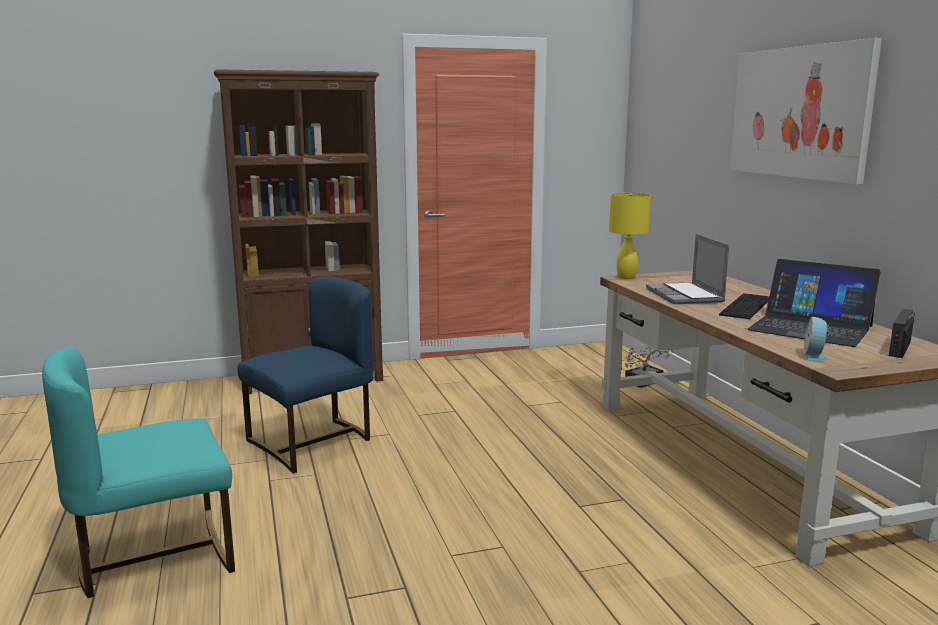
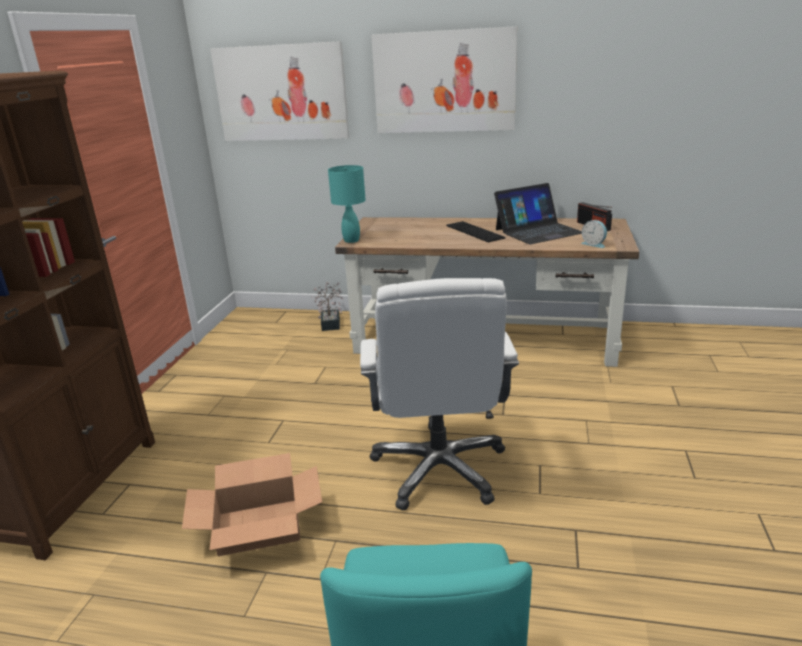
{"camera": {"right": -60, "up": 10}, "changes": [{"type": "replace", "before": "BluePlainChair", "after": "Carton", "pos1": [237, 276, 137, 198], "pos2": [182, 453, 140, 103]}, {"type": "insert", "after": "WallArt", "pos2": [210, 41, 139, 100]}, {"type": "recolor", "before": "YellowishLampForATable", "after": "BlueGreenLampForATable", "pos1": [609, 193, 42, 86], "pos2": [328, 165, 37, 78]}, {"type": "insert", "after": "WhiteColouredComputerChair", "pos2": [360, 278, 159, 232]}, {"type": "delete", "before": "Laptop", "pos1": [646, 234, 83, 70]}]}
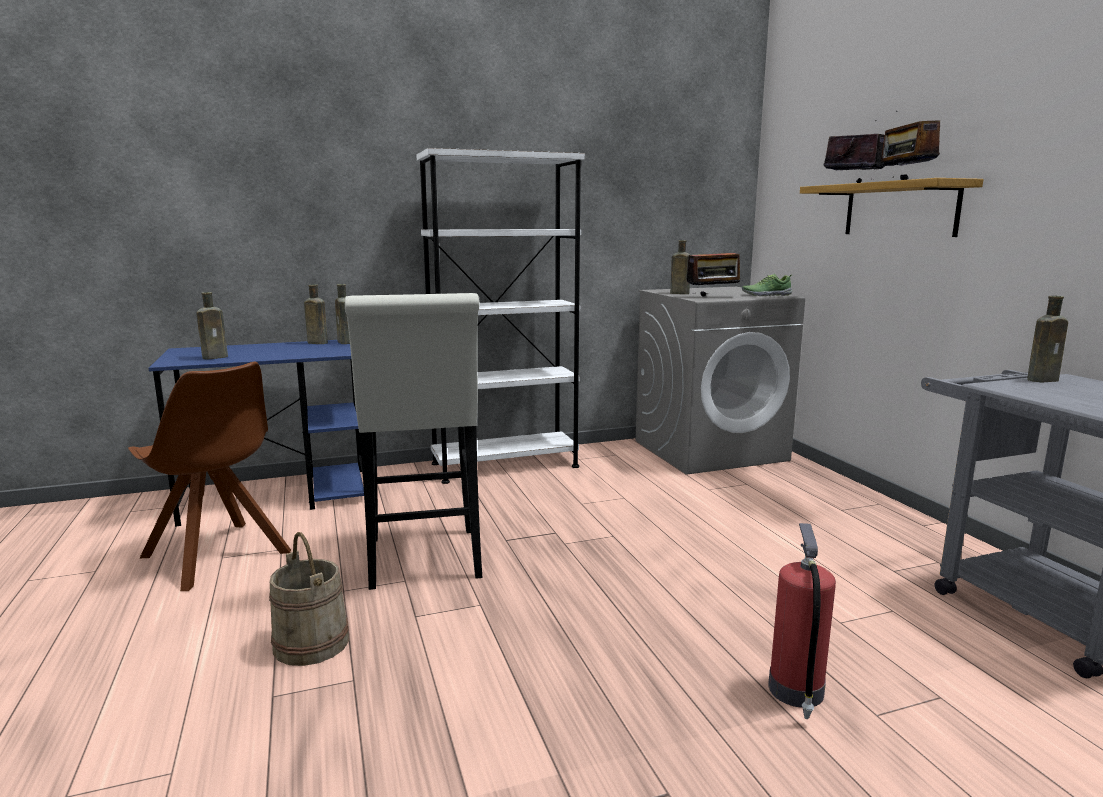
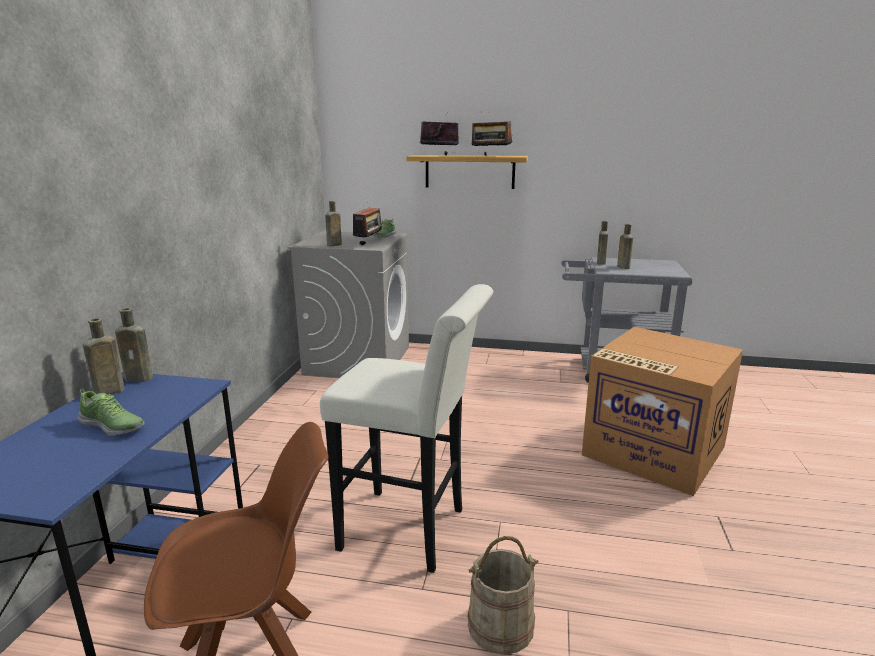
{"camera": {"right": -60, "up": 5}, "changes": [{"type": "insert", "after": "ItemOfFootwear", "pos2": [78, 389, 66, 47]}, {"type": "replace", "before": "Extinguisher", "after": "Carton", "pos1": [768, 523, 68, 196], "pos2": [582, 327, 161, 169]}, {"type": "move", "before": "BrownColouredBottle", "pos1": [196, 292, 32, 67], "pos2": [617, 224, 16, 45]}, {"type": "delete", "before": "WhiteColouredBookcase", "pos1": [416, 148, 169, 336]}]}
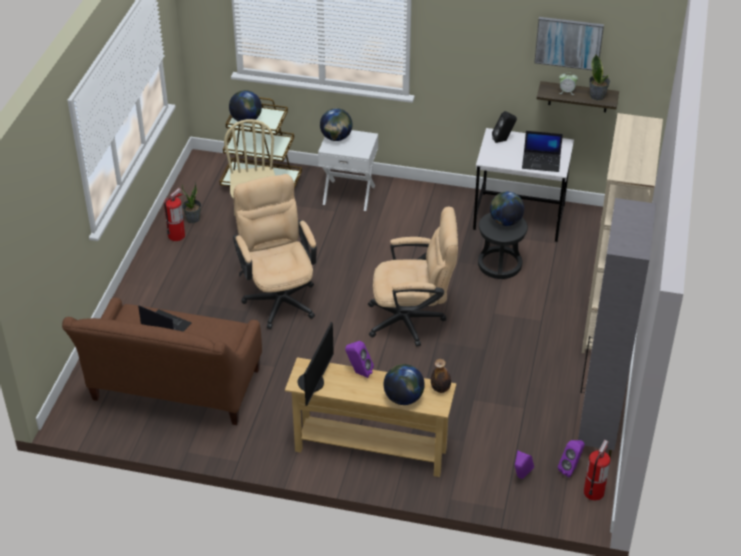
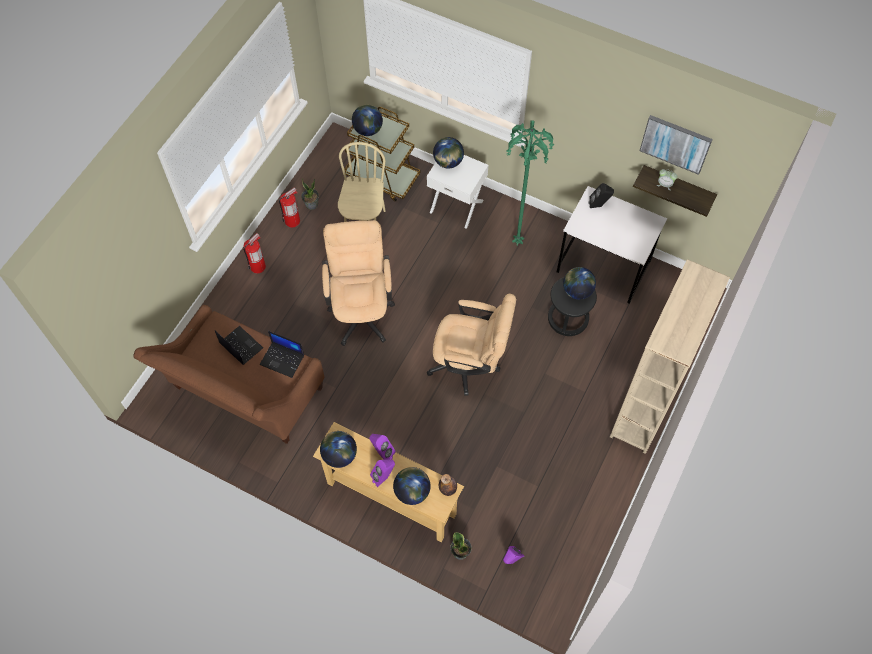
{"camera": {"right": 15, "up": 20}, "changes": [{"type": "move", "before": "Extinguisher", "pos1": [584, 440, 26, 60], "pos2": [243, 233, 23, 40]}, {"type": "move", "before": "Laptop", "pos1": [522, 131, 41, 41], "pos2": [260, 331, 44, 47]}, {"type": "replace", "before": "ComputerDisplay", "after": "DeskGlobe", "pos1": [298, 322, 36, 84], "pos2": [320, 431, 37, 37]}, {"type": "move", "before": "PurpleColouredLoudspeaker", "pos1": [558, 440, 27, 37], "pos2": [370, 459, 25, 28]}, {"type": "move", "before": "Houseplant", "pos1": [589, 55, 21, 45], "pos2": [450, 532, 22, 28]}, {"type": "insert", "after": "GreenColouredFloorLamp", "pos2": [506, 120, 48, 125]}, {"type": "delete", "before": "GreyStorageCabinet", "pos1": [578, 198, 78, 260]}]}
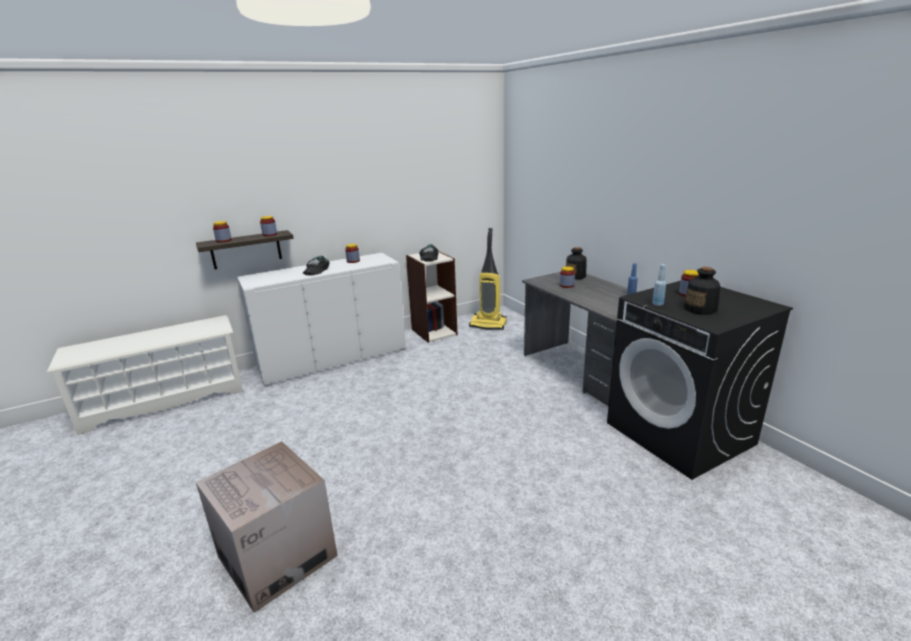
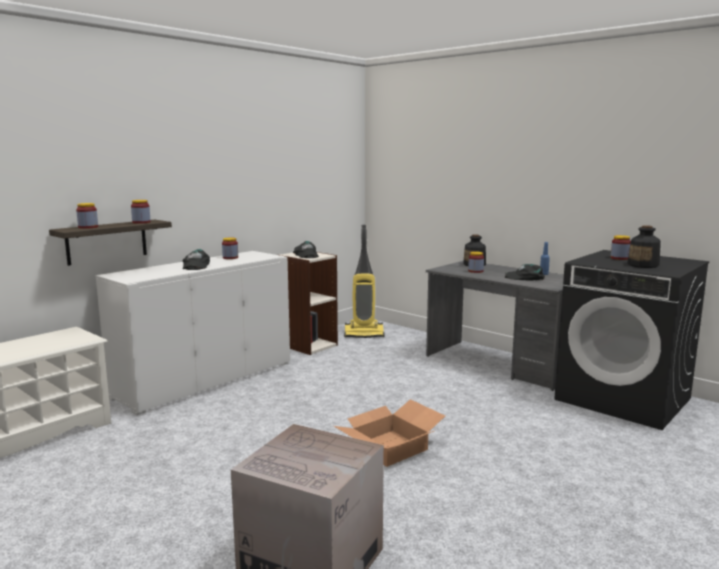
{"camera": {"right": -20, "up": -10}, "changes": [{"type": "insert", "after": "Carton", "pos2": [334, 399, 111, 68]}, {"type": "insert", "after": "BlackCap", "pos2": [505, 264, 40, 17]}, {"type": "delete", "before": "BlueBottle", "pos1": [652, 264, 14, 42]}]}
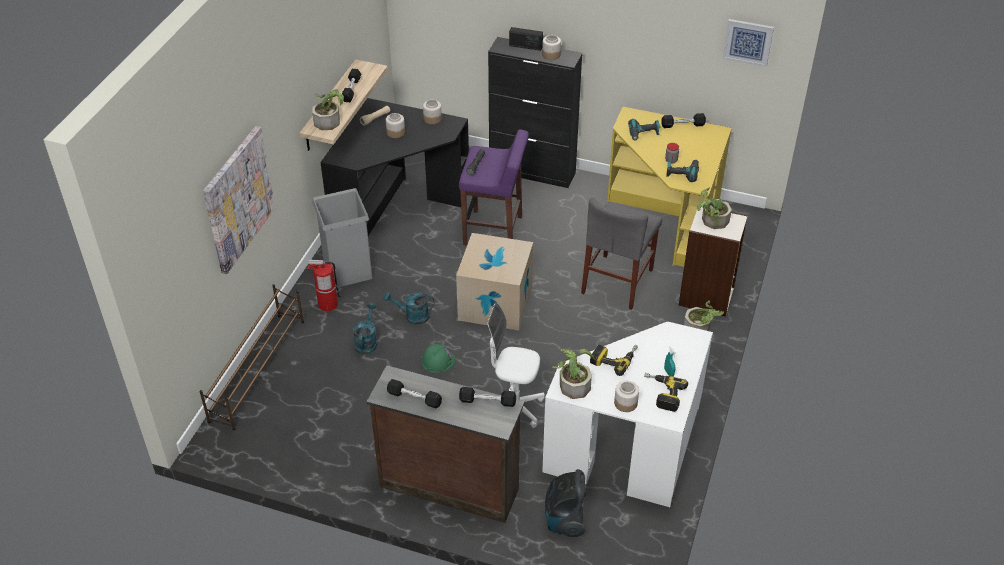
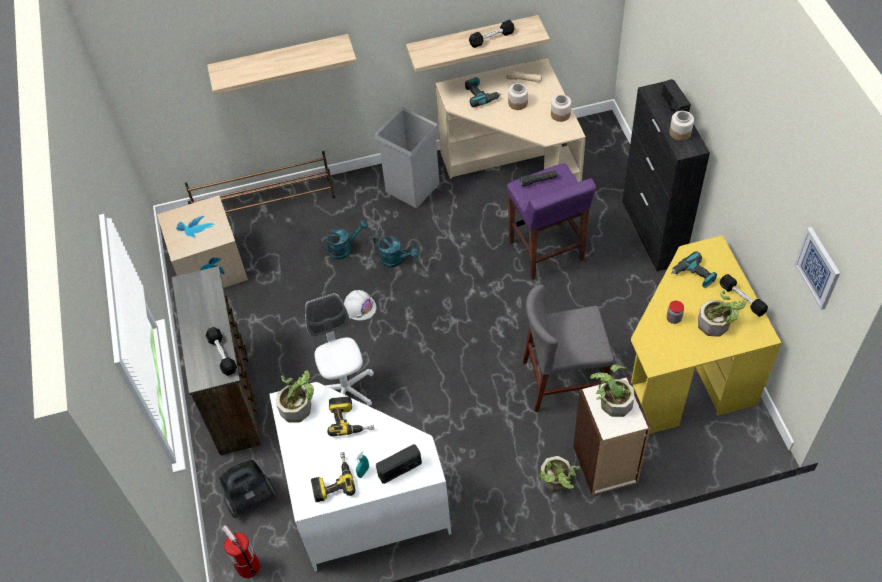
{"camera": {"right": 60, "up": 10}, "changes": [{"type": "move", "before": "Carton", "pos1": [456, 233, 77, 98], "pos2": [157, 195, 91, 93]}, {"type": "replace", "before": "WallArt", "after": "WallShelf", "pos1": [203, 126, 72, 148], "pos2": [207, 34, 150, 61]}, {"type": "move", "before": "Extinguisher", "pos1": [308, 260, 33, 51], "pos2": [222, 525, 38, 53]}, {"type": "recolor", "before": "GreenColouredSafetyHelmet", "after": "WhiteColouredSafetyHelmet", "pos1": [421, 344, 34, 29], "pos2": [344, 290, 32, 30]}, {"type": "rotate", "before": "BlueGreenSprinklingCan", "pos1": [384, 292, 50, 33], "pos2": [373, 235, 46, 32], "turn": 150}, {"type": "insert", "after": "Radio", "pos2": [376, 444, 46, 40]}, {"type": "recolor", "before": "BlackDeskTable", "after": "BeigeDeskTable", "pos1": [320, 98, 149, 138], "pos2": [435, 58, 151, 124]}, {"type": "move", "before": "PowerDrill", "pos1": [666, 160, 33, 22], "pos2": [465, 77, 36, 30]}, {"type": "move", "before": "Houseplant", "pos1": [312, 89, 32, 41], "pos2": [698, 289, 48, 48]}, {"type": "delete", "before": "BlackFreeWeight", "pos1": [387, 379, 55, 29]}, {"type": "delete", "before": "StorageJar", "pos1": [614, 381, 25, 31]}]}
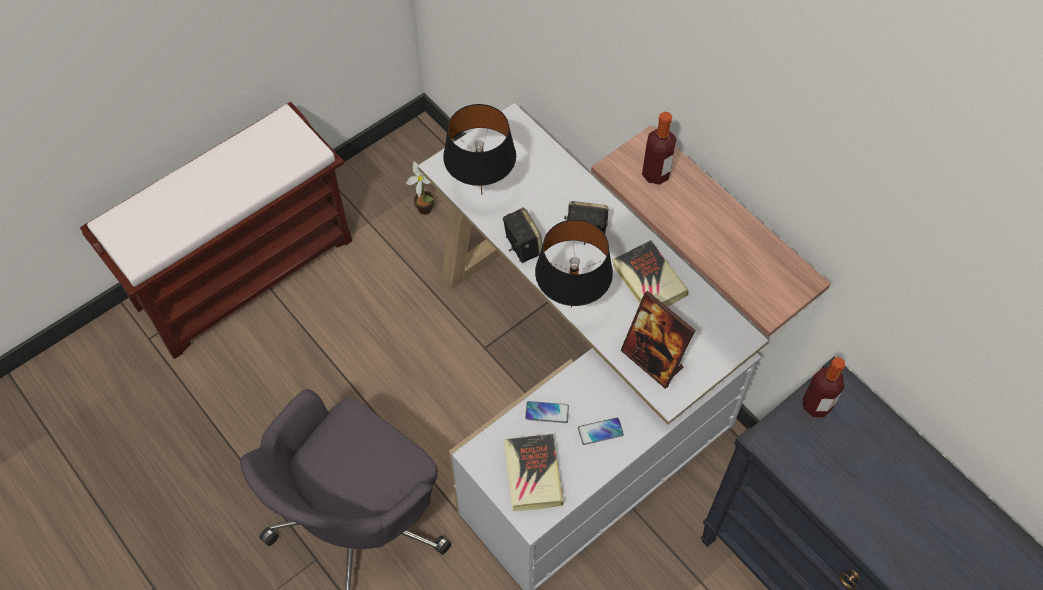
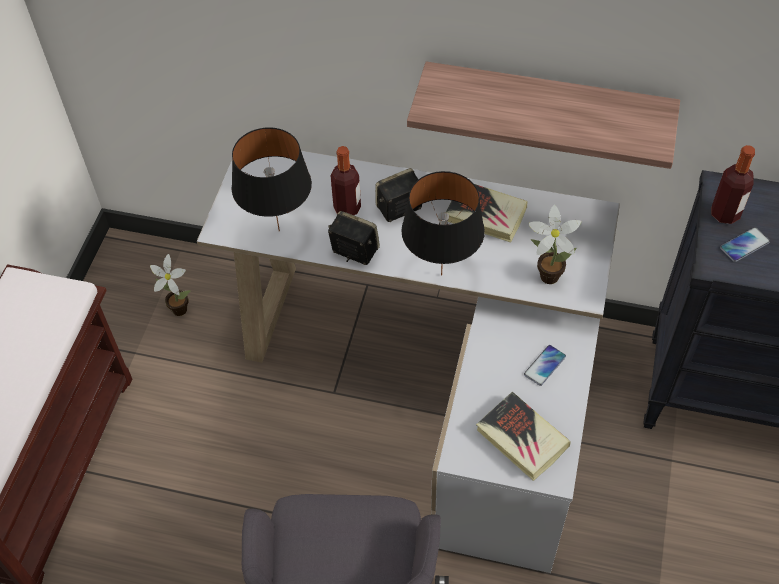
{"camera": {"right": -35, "up": -5}, "changes": [{"type": "move", "before": "Bottle", "pos1": [642, 112, 34, 73], "pos2": [331, 146, 30, 69]}, {"type": "replace", "before": "StandingFrame", "after": "Houseplant", "pos1": [620, 291, 75, 98], "pos2": [528, 204, 54, 80]}, {"type": "move", "before": "Phone", "pos1": [525, 401, 44, 22], "pos2": [720, 227, 50, 35]}]}
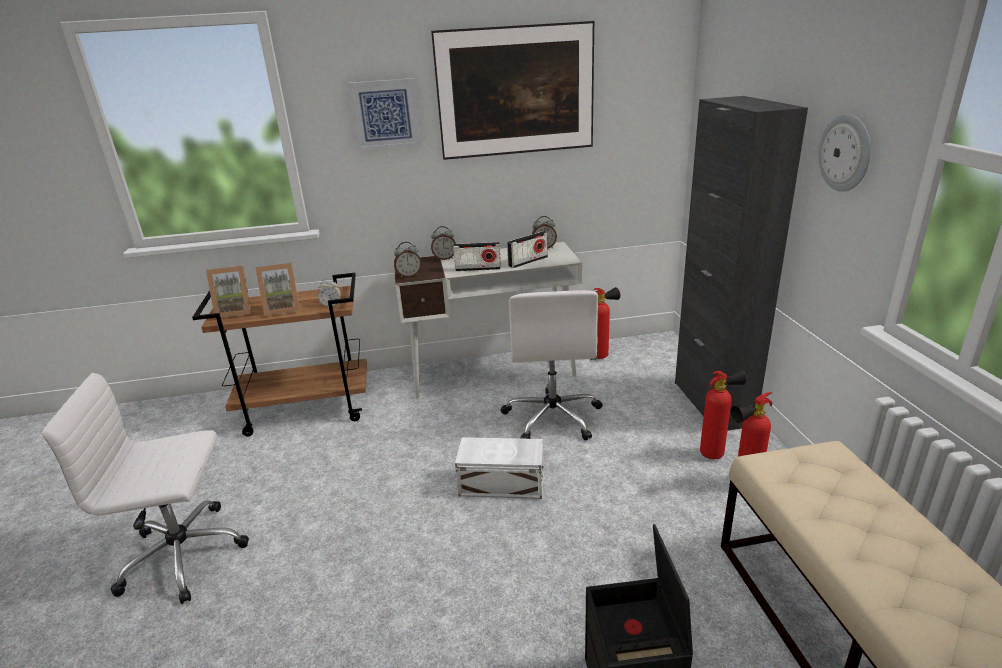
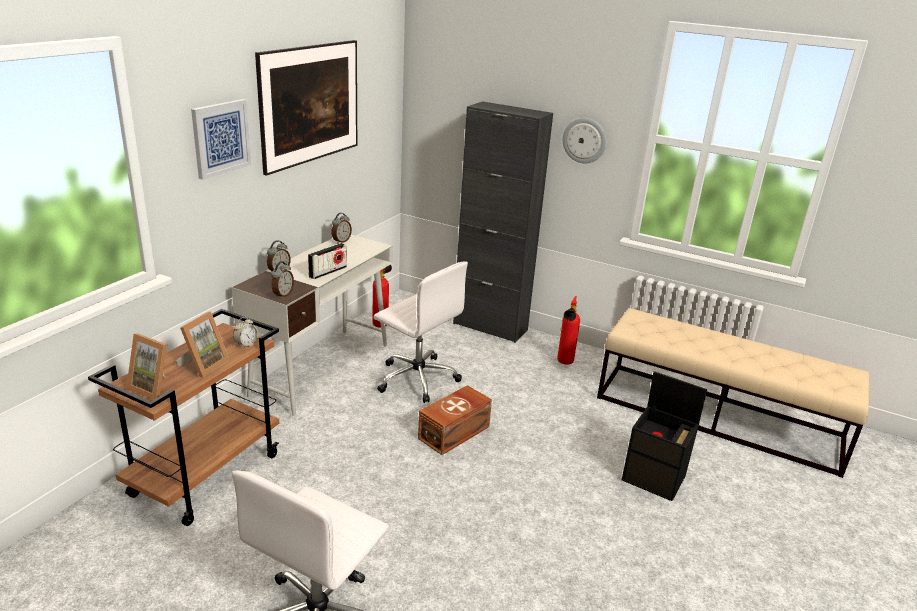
{"camera": {"right": -55, "up": 0}, "changes": [{"type": "rotate", "before": "StandingFrame", "pos1": [206, 266, 45, 52], "pos2": [126, 333, 41, 67], "turn": 90}, {"type": "recolor", "before": "WhiteColouredStorageBox", "after": "BrownColouredStorageBox", "pos1": [455, 437, 89, 62], "pos2": [418, 385, 74, 70]}, {"type": "delete", "before": "Radio", "pos1": [507, 232, 41, 36]}, {"type": "delete", "before": "Extinguisher", "pos1": [700, 368, 47, 91]}]}
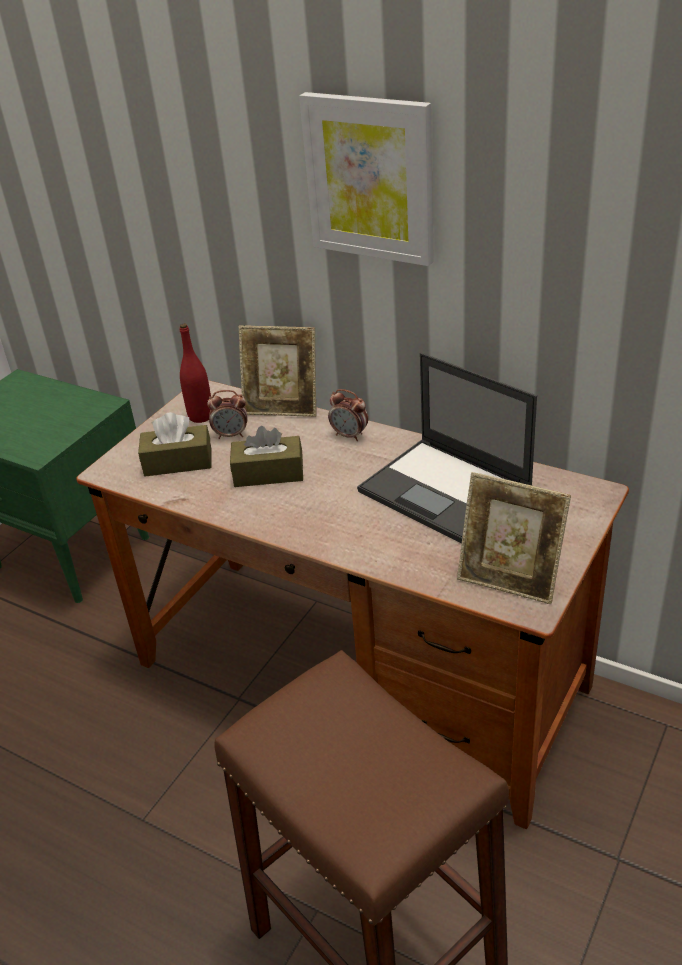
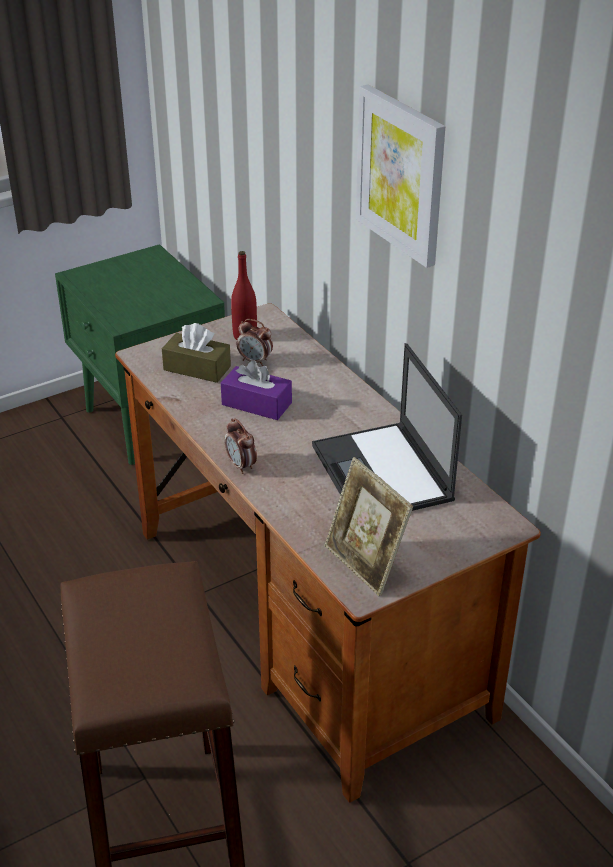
{"camera": {"right": 25, "up": 0}, "changes": [{"type": "recolor", "before": "BrownColouredTissueBox", "after": "PurpleColouredTissueBox", "pos1": [230, 426, 73, 61], "pos2": [221, 360, 71, 60]}, {"type": "move", "before": "BedsideClock", "pos1": [328, 389, 40, 52], "pos2": [225, 418, 32, 56]}, {"type": "delete", "before": "StandingFrame", "pos1": [239, 326, 78, 91]}]}
